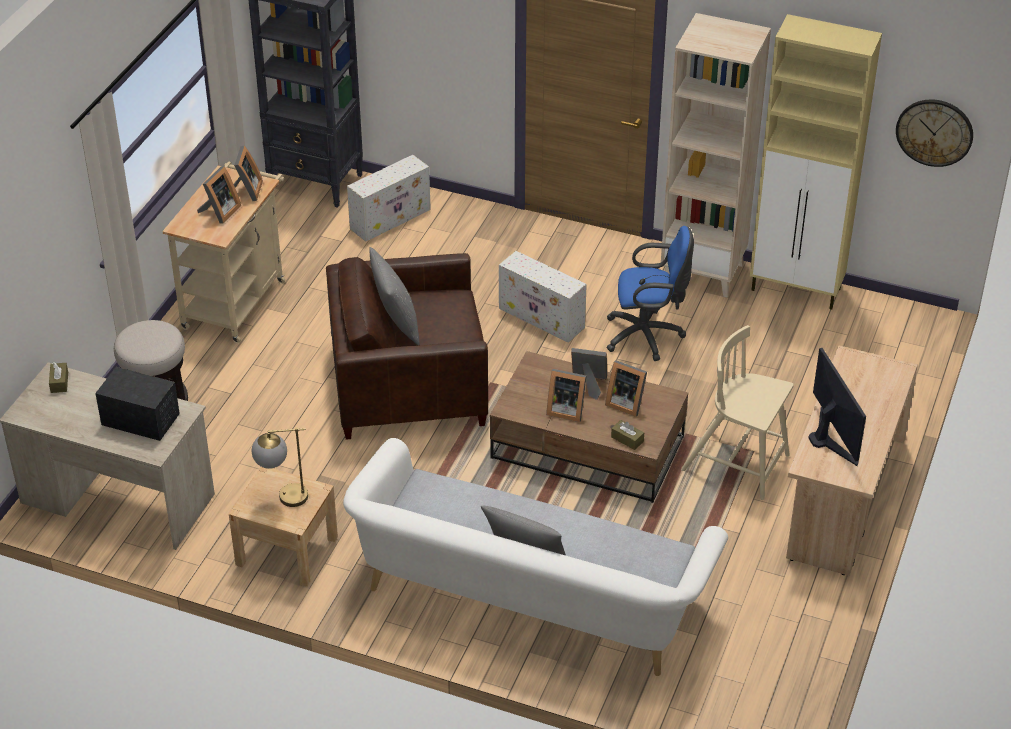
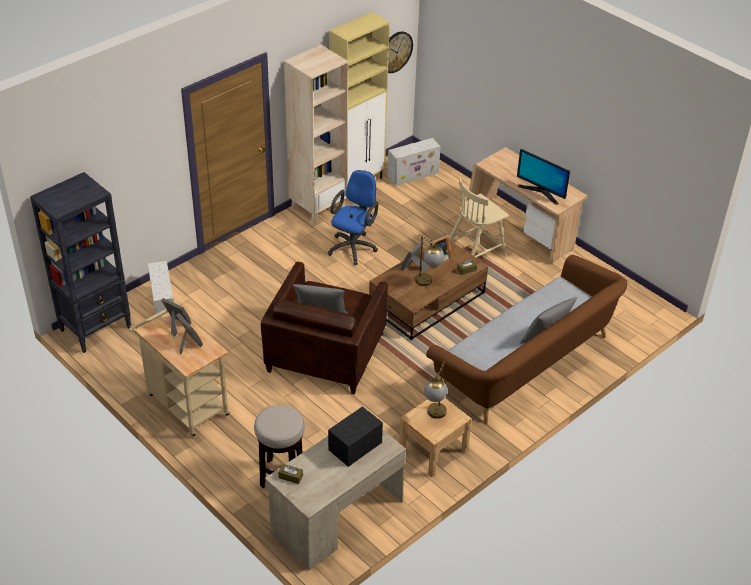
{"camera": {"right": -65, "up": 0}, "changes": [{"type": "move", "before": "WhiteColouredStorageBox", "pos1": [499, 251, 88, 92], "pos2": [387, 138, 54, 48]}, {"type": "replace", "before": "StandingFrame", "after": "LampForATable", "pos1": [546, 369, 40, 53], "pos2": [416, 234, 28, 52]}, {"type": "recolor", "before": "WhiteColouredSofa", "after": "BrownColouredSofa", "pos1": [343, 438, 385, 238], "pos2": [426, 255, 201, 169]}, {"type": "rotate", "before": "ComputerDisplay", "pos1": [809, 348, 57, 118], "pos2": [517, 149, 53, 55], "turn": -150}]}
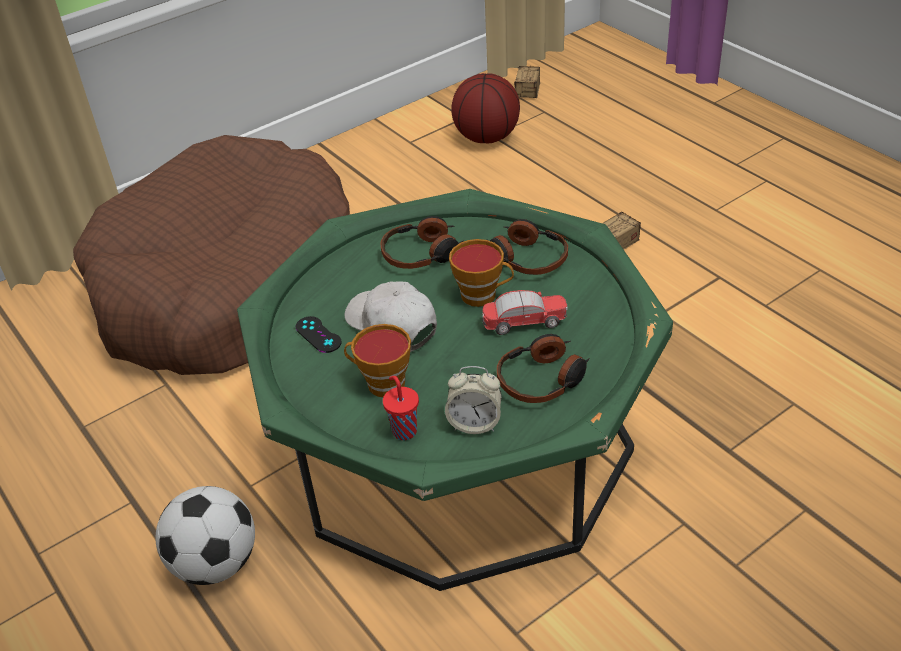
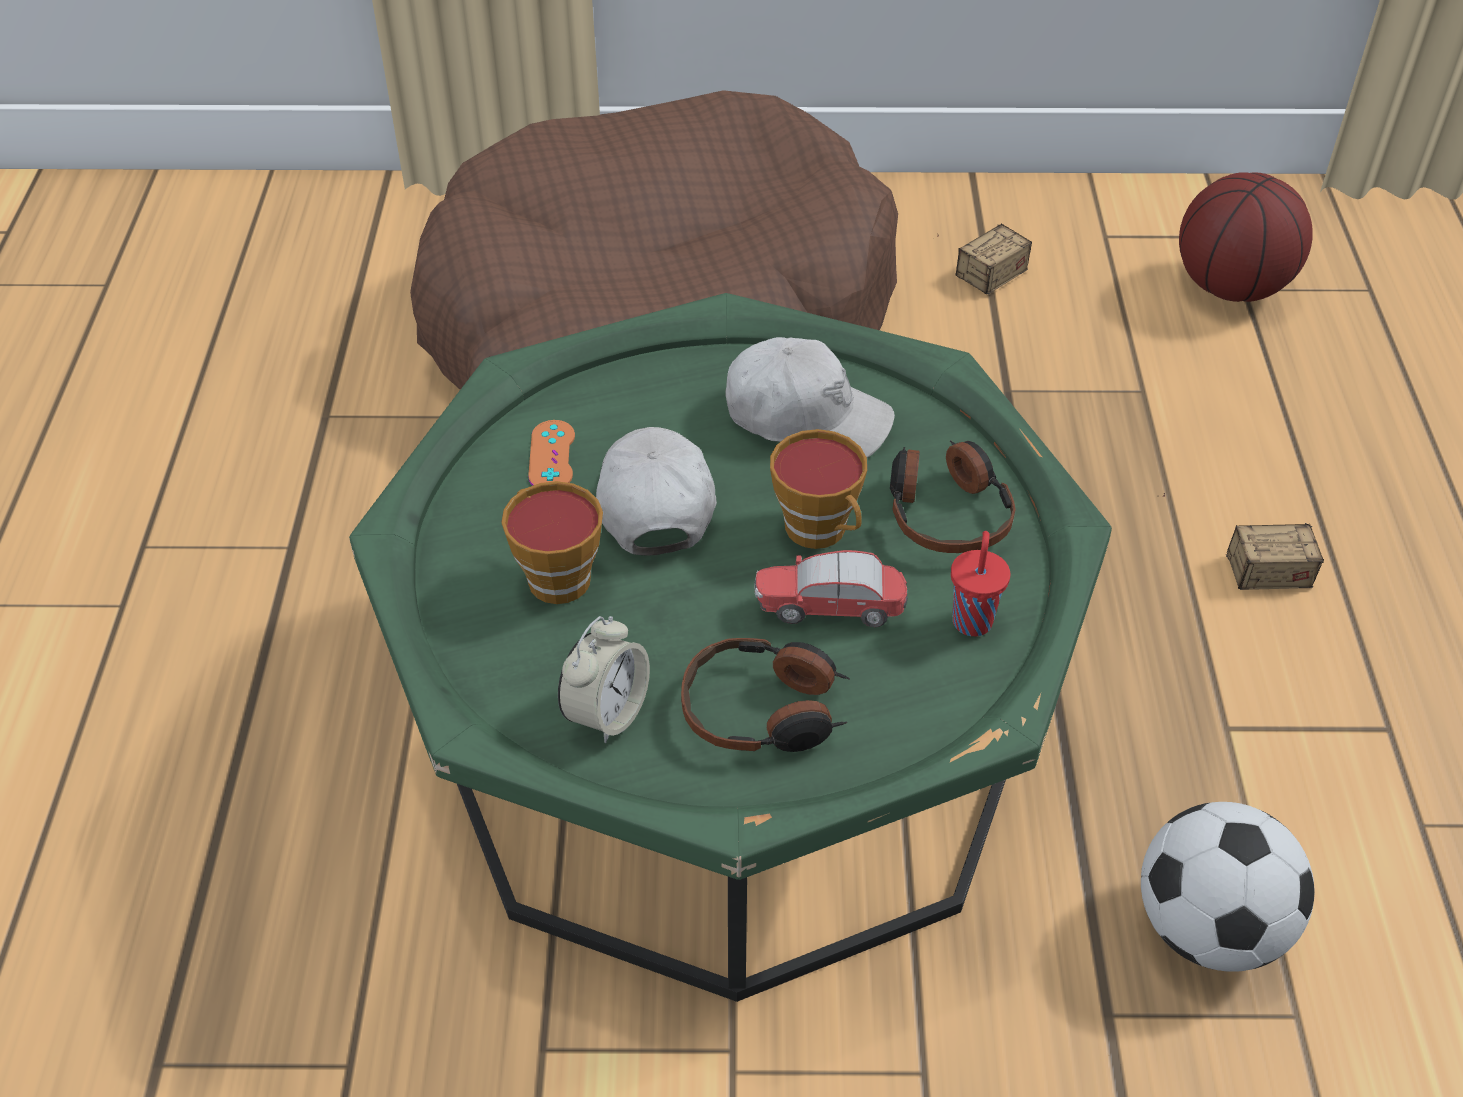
{"camera": {"right": 35, "up": 5}, "changes": [{"type": "recolor", "before": "BlackGameController", "after": "OrangeGameController", "pos1": [296, 316, 46, 37], "pos2": [528, 420, 47, 66]}, {"type": "rotate", "before": "BedsideClock", "pos1": [445, 366, 57, 68], "pos2": [558, 616, 92, 127], "turn": -105}, {"type": "replace", "before": "Headset", "after": "WhiteColouredCap", "pos1": [380, 216, 84, 53], "pos2": [725, 337, 170, 121]}, {"type": "rotate", "before": "ModelCar", "pos1": [482, 290, 86, 45], "pos2": [754, 550, 154, 77], "turn": 150}, {"type": "move", "before": "StorageBox", "pos1": [514, 66, 26, 32], "pos2": [933, 224, 99, 70]}, {"type": "move", "before": "ReddishCup", "pos1": [383, 376, 36, 64], "pos2": [951, 531, 59, 105]}, {"type": "move", "before": "FootballBall", "pos1": [156, 486, 99, 99], "pos2": [1141, 802, 173, 170]}]}
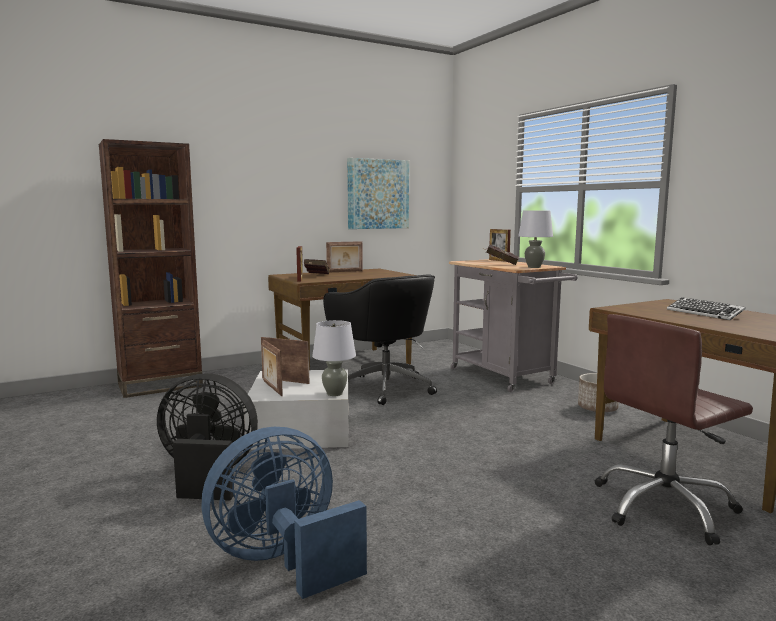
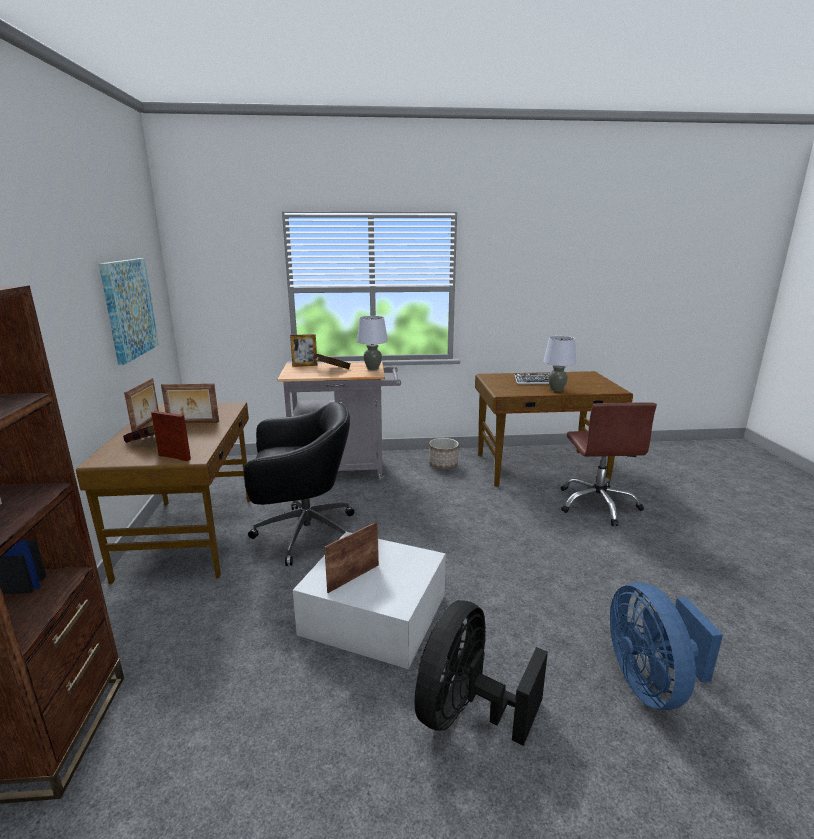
{"camera": {"right": -65, "up": 10}, "changes": [{"type": "move", "before": "StandingFrame", "pos1": [262, 339, 21, 57], "pos2": [161, 383, 58, 40]}, {"type": "move", "before": "GreyLampForATable", "pos1": [312, 320, 44, 76], "pos2": [543, 336, 33, 56]}]}
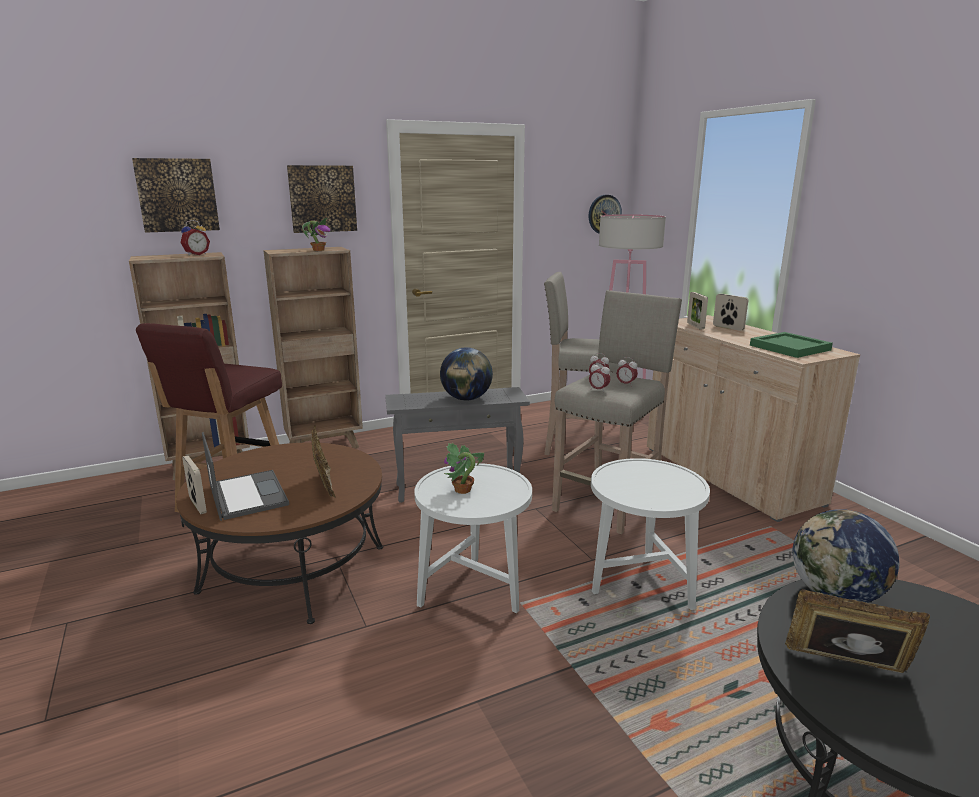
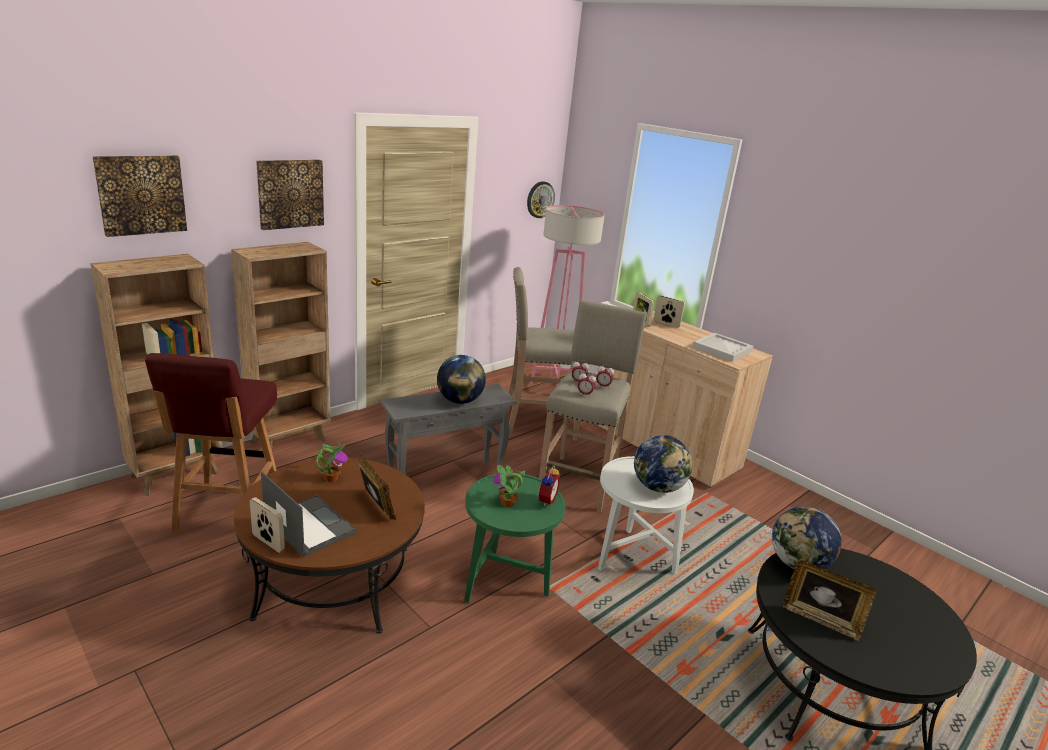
{"camera": {"right": -20, "up": 5}, "changes": [{"type": "move", "before": "Houseplant", "pos1": [302, 218, 29, 33], "pos2": [316, 444, 32, 38]}, {"type": "recolor", "before": "WhiteColouredAccentTable", "after": "GreenColouredAccentTable", "pos1": [414, 463, 118, 150], "pos2": [464, 473, 102, 130]}, {"type": "move", "before": "BedsideClock", "pos1": [180, 220, 30, 36], "pos2": [538, 465, 22, 41]}, {"type": "insert", "after": "DeskGlobe", "pos2": [634, 435, 59, 58]}, {"type": "recolor", "before": "GreenColouredTray", "after": "WhiteColouredTray", "pos1": [750, 332, 83, 26], "pos2": [693, 333, 60, 29]}, {"type": "rotate", "before": "StandingFrame", "pos1": [785, 589, 145, 84], "pos2": [783, 560, 93, 81], "turn": -150}]}
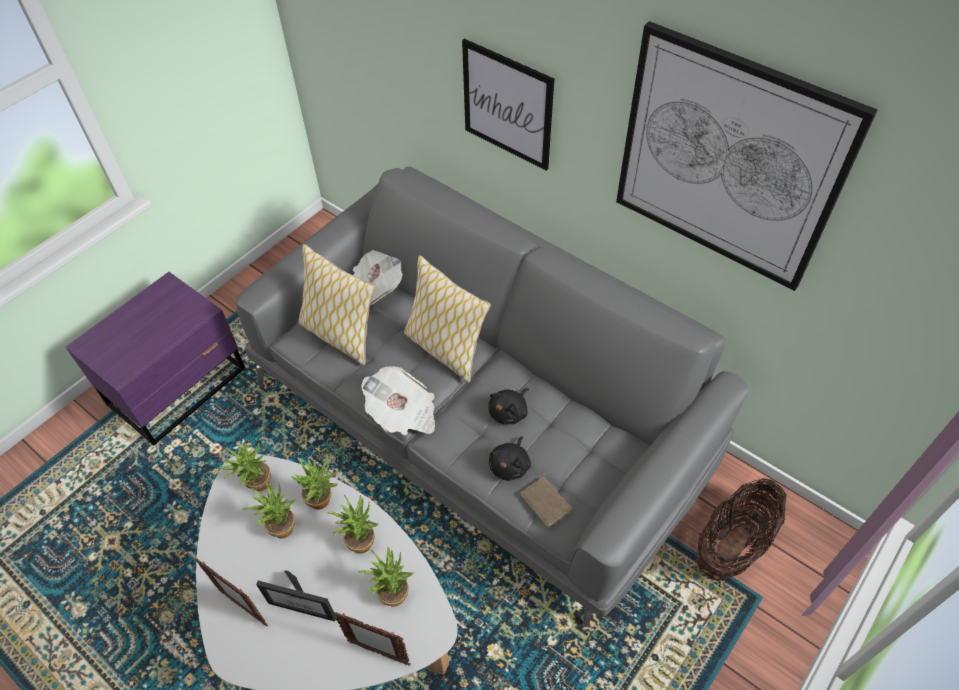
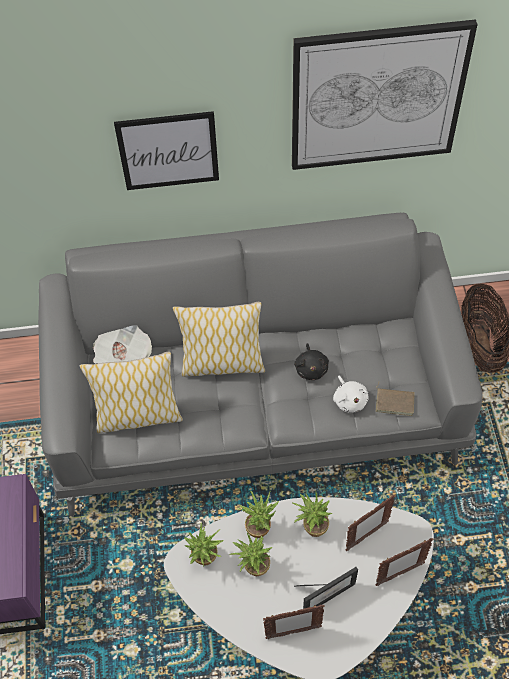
{"camera": {"right": -45, "up": 5}, "changes": [{"type": "recolor", "before": "BlackPlushToy", "after": "WhiteColouredPlushToy", "pos1": [489, 436, 42, 45], "pos2": [333, 376, 36, 37]}, {"type": "replace", "before": "Houseplant", "after": "StandingFrame", "pos1": [358, 546, 55, 61], "pos2": [346, 495, 49, 56]}, {"type": "delete", "before": "Newspaper", "pos1": [361, 366, 74, 69]}]}
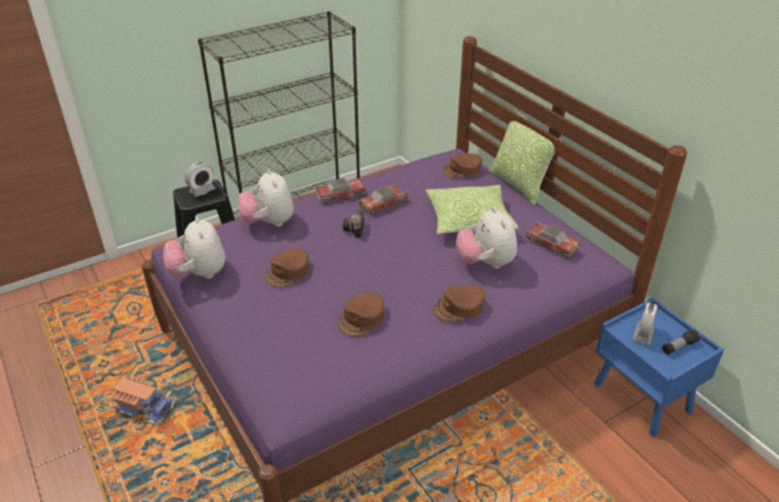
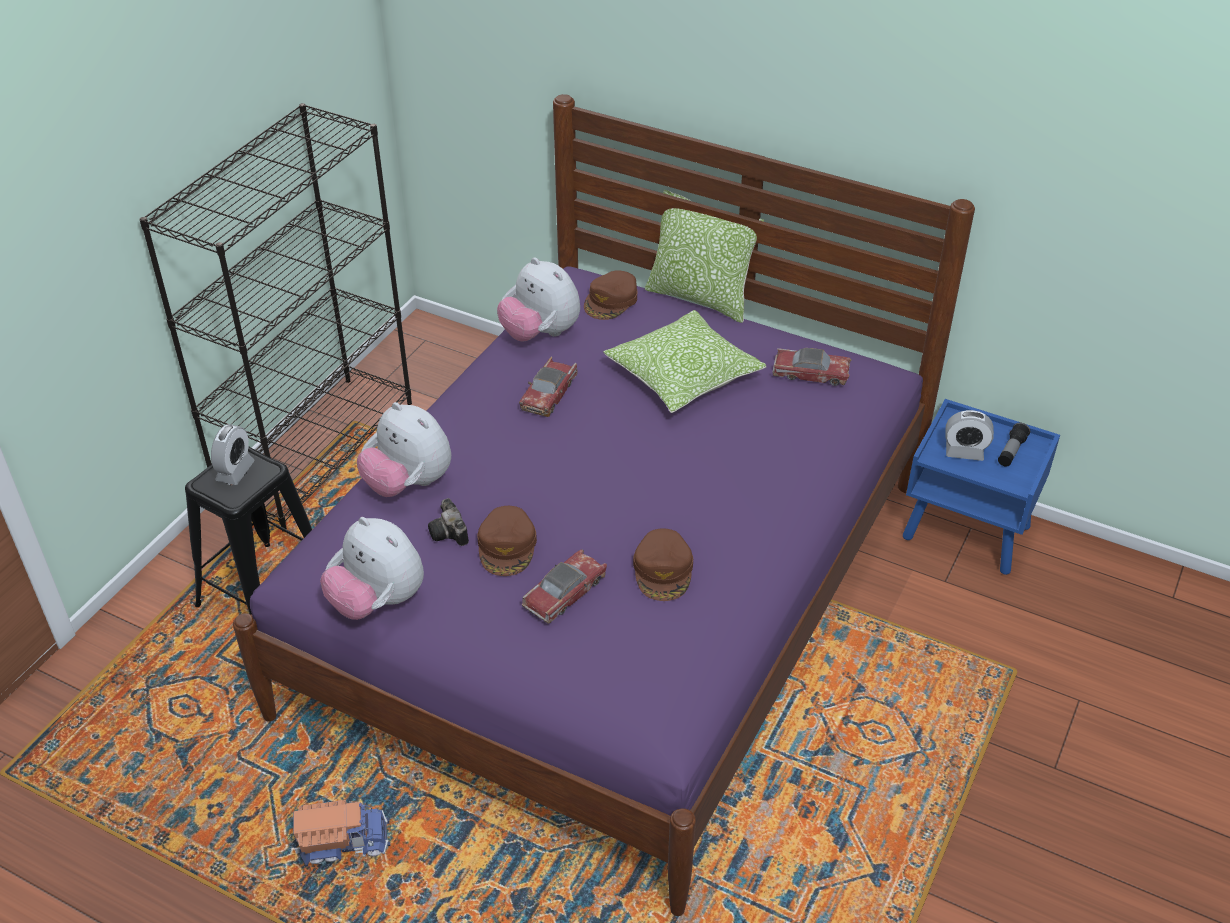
{"camera": {"right": -30, "up": 5}, "changes": [{"type": "move", "before": "PhotoCamera", "pos1": [343, 210, 21, 28], "pos2": [428, 498, 41, 48]}, {"type": "move", "before": "PlushToy", "pos1": [456, 207, 61, 62], "pos2": [497, 258, 83, 83]}, {"type": "move", "before": "ModelCar", "pos1": [316, 178, 50, 24], "pos2": [522, 550, 85, 74]}, {"type": "rotate", "before": "BedsideClock", "pos1": [633, 302, 25, 43], "pos2": [945, 410, 49, 51], "turn": -75}, {"type": "delete", "before": "BrownColouredCap", "pos1": [433, 285, 53, 37]}]}
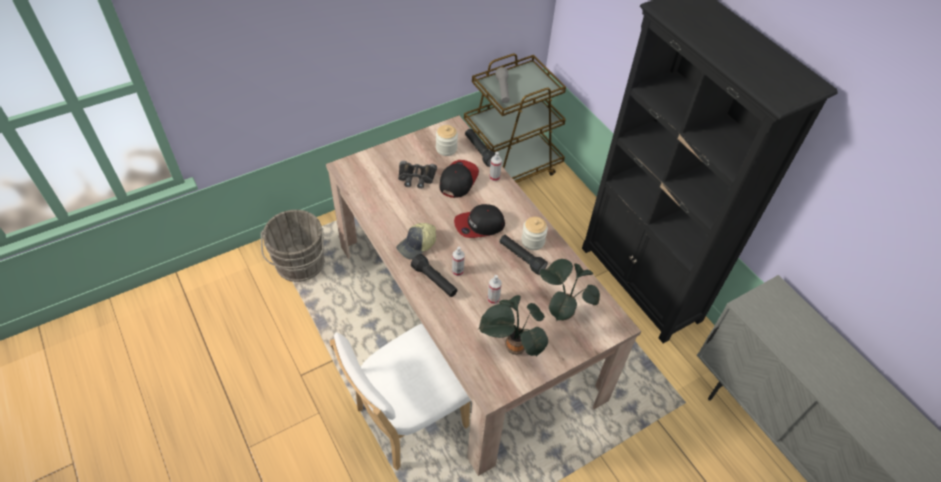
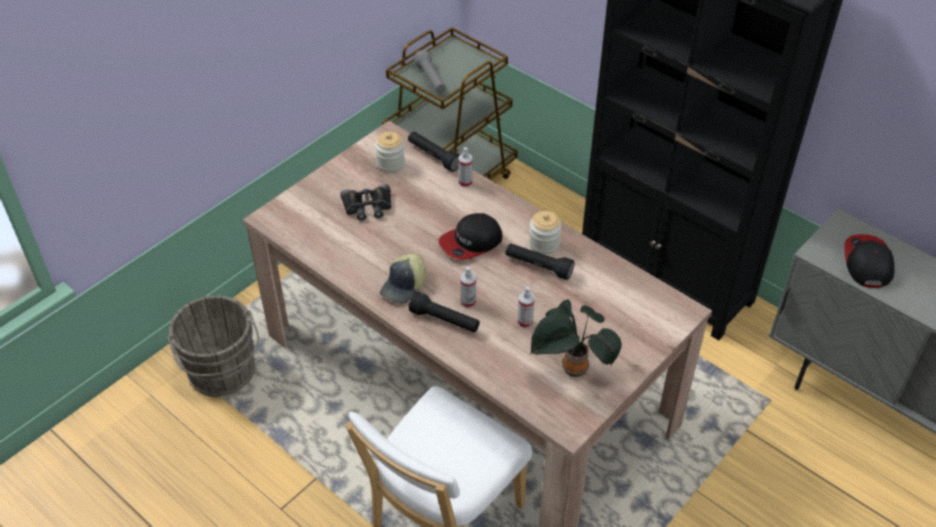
{"camera": {"right": -15, "up": -5}, "changes": [{"type": "move", "before": "Cap", "pos1": [440, 160, 39, 38], "pos2": [844, 234, 51, 54]}, {"type": "delete", "before": "Houseplant", "pos1": [540, 259, 60, 62]}]}
